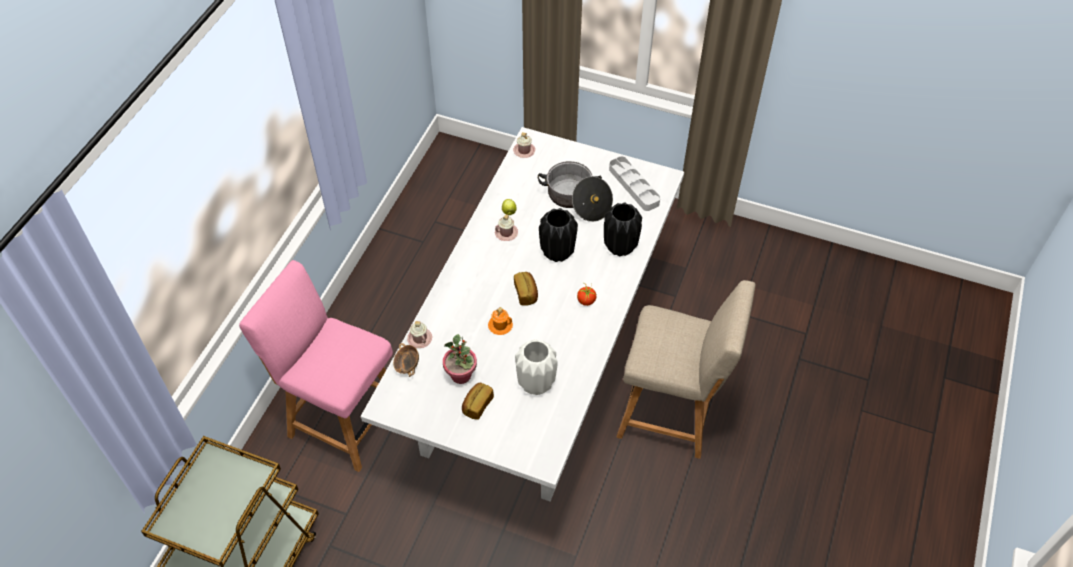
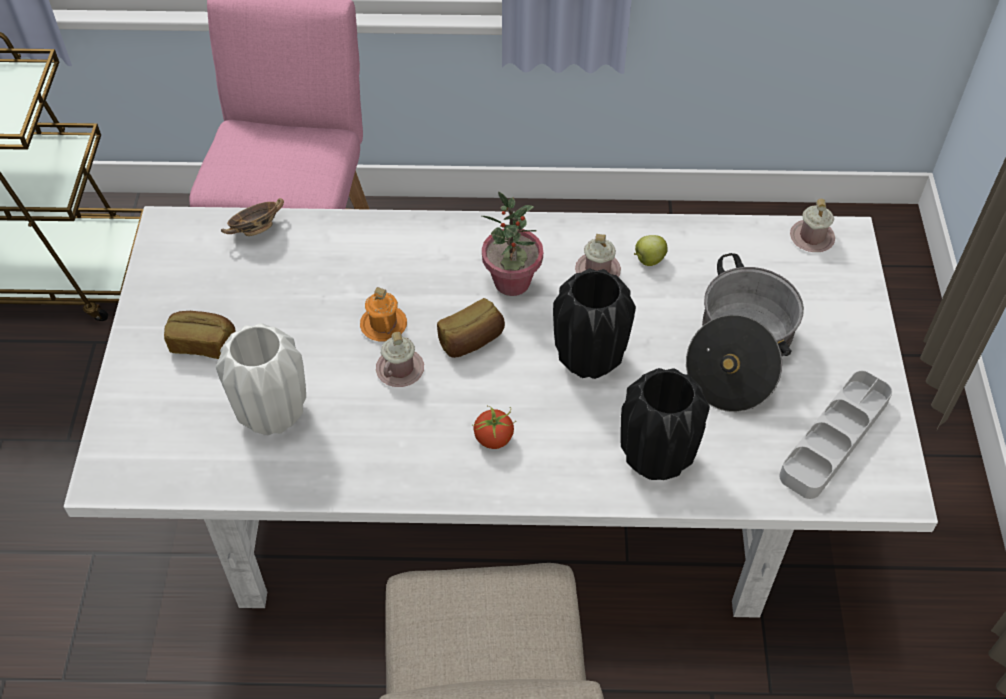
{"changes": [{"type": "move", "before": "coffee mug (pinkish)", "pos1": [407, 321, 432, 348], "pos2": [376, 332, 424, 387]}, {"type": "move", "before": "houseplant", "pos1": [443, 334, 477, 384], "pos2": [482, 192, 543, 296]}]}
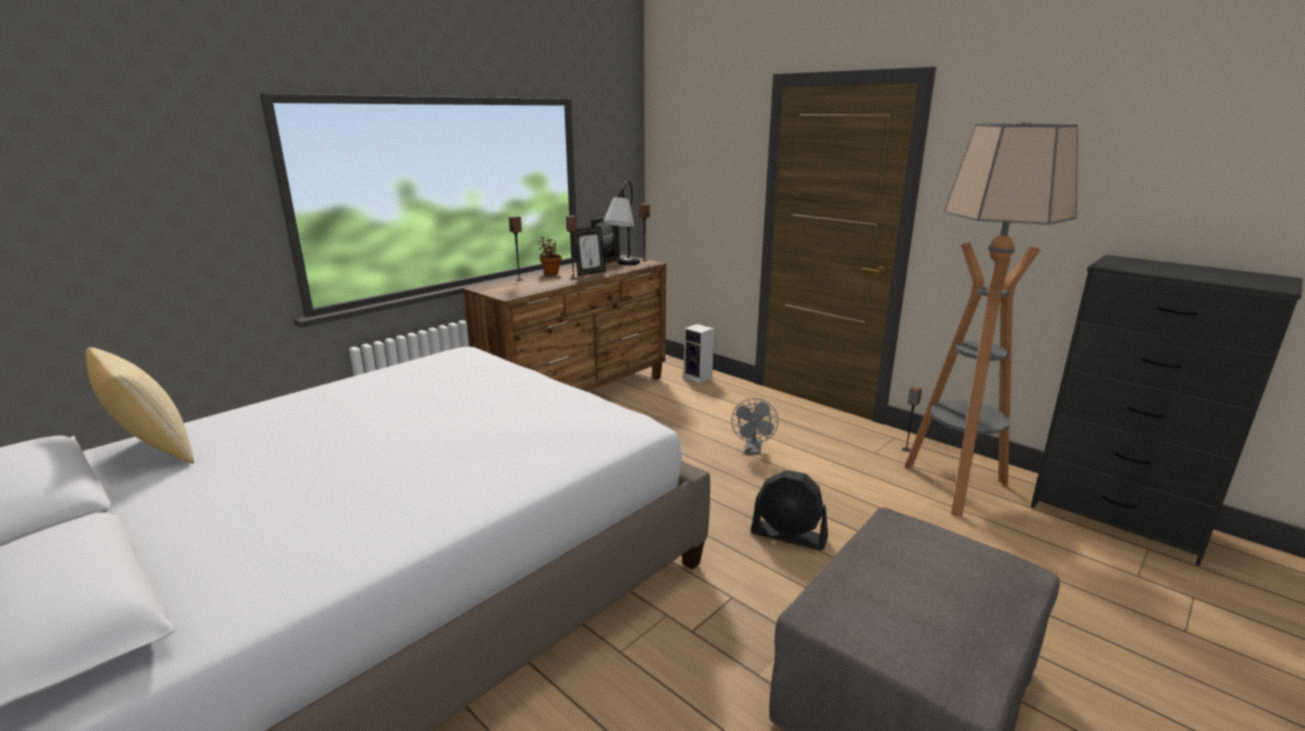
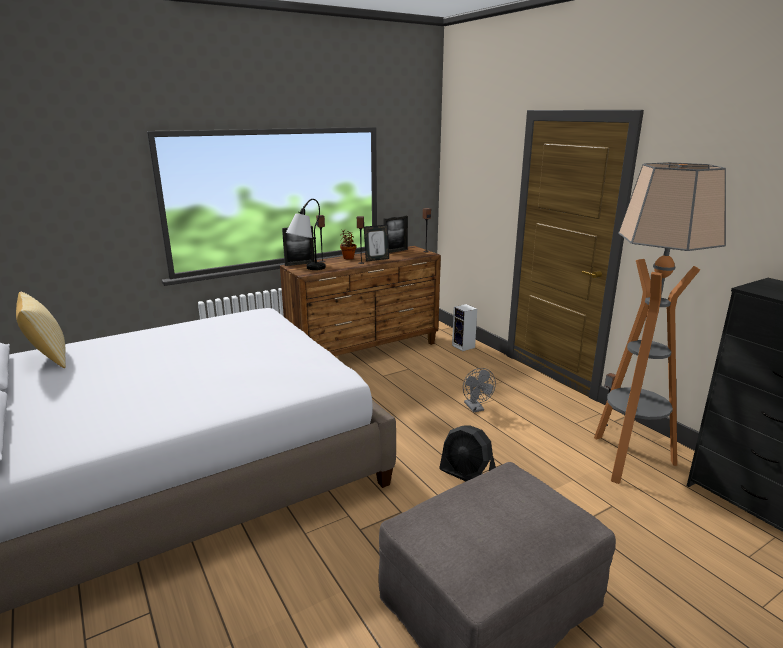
{"changes": [{"type": "move", "before": "table lamp", "pos1": [603, 180, 640, 265], "pos2": [286, 199, 326, 270]}, {"type": "rotate", "before": "fan (grey)", "pos1": [731, 398, 778, 455], "pos2": [463, 368, 496, 412], "turn": -45}, {"type": "insert", "after": "picture frame", "pos2": [282, 226, 315, 266]}]}
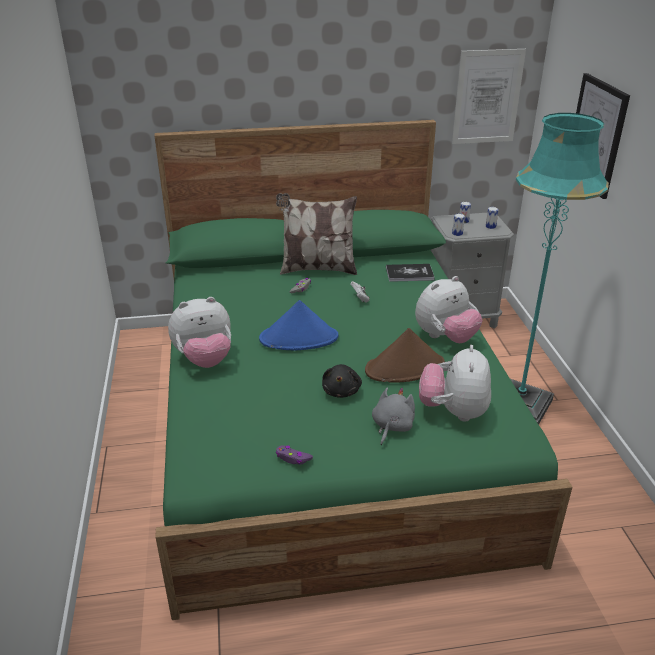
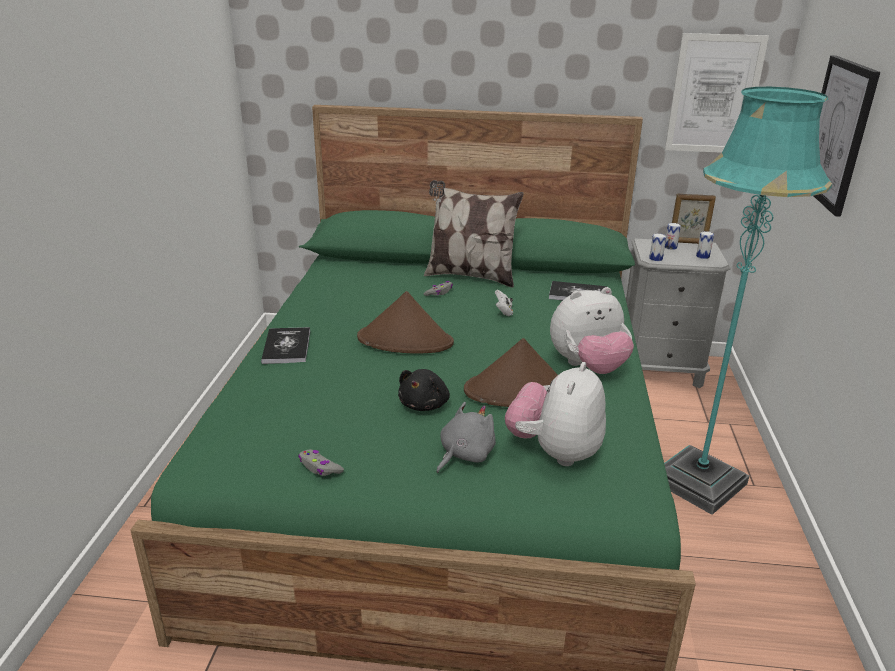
{"changes": [{"type": "replace", "before": "plush toy", "after": "book", "pos1": [168, 297, 231, 368], "pos2": [261, 327, 310, 364]}, {"type": "recolor", "before": "clothing hat (blue-coloured)", "after": "clothing hat (brown)", "pos1": [259, 300, 339, 350], "pos2": [357, 291, 454, 354]}, {"type": "recolor", "before": "game controller (purplish)", "after": "game controller (grey)", "pos1": [276, 445, 313, 465], "pos2": [298, 449, 344, 476]}, {"type": "insert", "after": "picture frame", "pos2": [672, 194, 716, 244]}]}
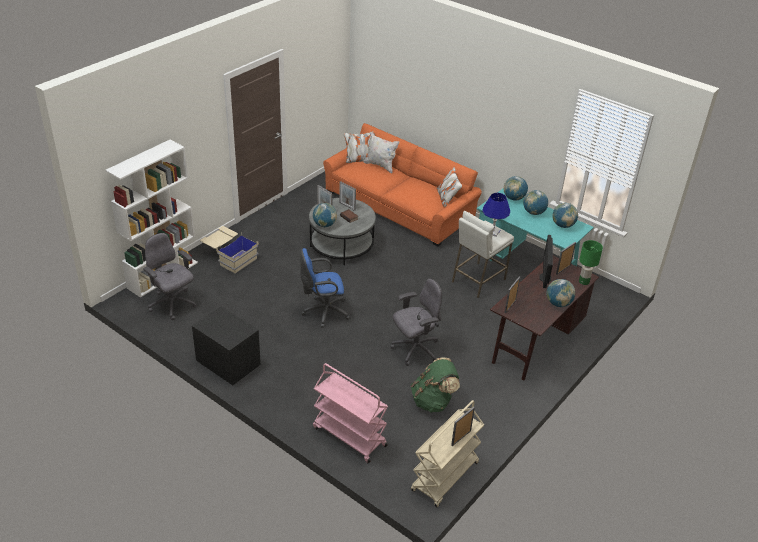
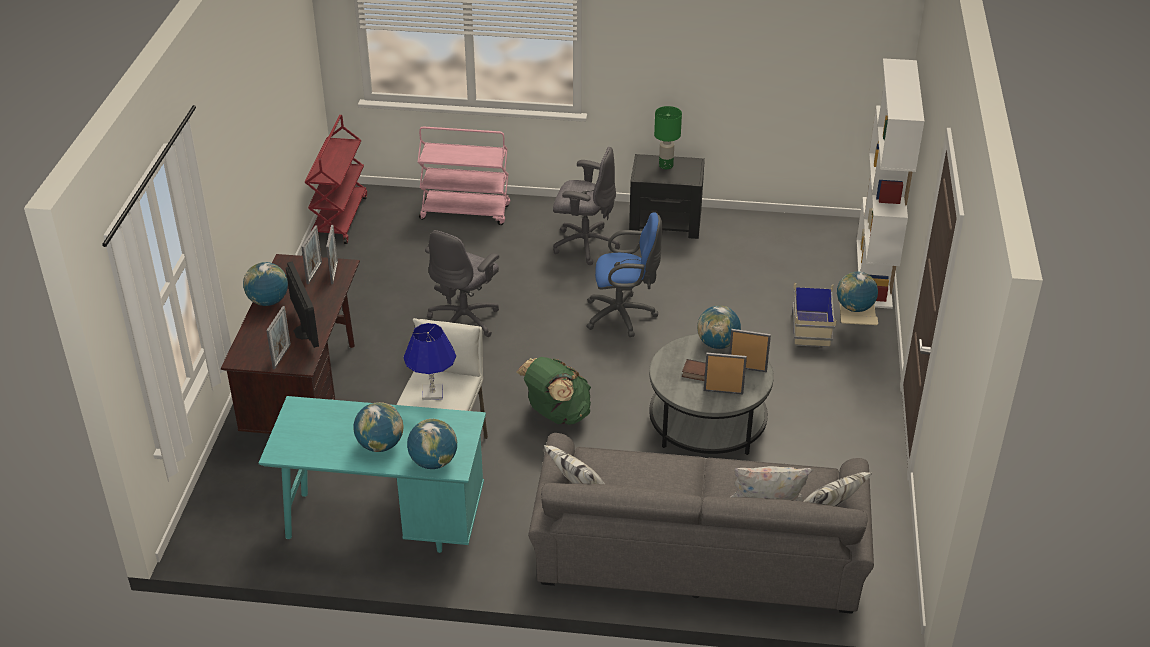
{"changes": [{"type": "recolor", "before": "sofa (orangey)", "after": "sofa (grey)", "pos1": [323, 123, 482, 246], "pos2": [528, 433, 874, 614]}, {"type": "move", "before": "world globe", "pos1": [552, 203, 578, 228], "pos2": [837, 272, 878, 312]}, {"type": "move", "before": "computer chair (grey)", "pos1": [143, 233, 197, 320], "pos2": [553, 147, 620, 265]}, {"type": "move", "before": "table lamp (greenish)", "pos1": [579, 240, 603, 285], "pos2": [654, 106, 682, 169]}, {"type": "rotate", "before": "computer chair (blue-coloured)", "pos1": [300, 248, 350, 328], "pos2": [586, 212, 663, 337], "turn": 45}, {"type": "move", "before": "knapsack (greenish)", "pos1": [411, 357, 460, 412], "pos2": [517, 357, 591, 425]}, {"type": "recolor", "before": "cart (beige-coloured)", "after": "cart (reddish)", "pos1": [411, 400, 484, 507], "pos2": [305, 115, 367, 244]}, {"type": "move", "before": "picture frame", "pos1": [451, 407, 475, 446], "pos2": [301, 225, 322, 284]}]}
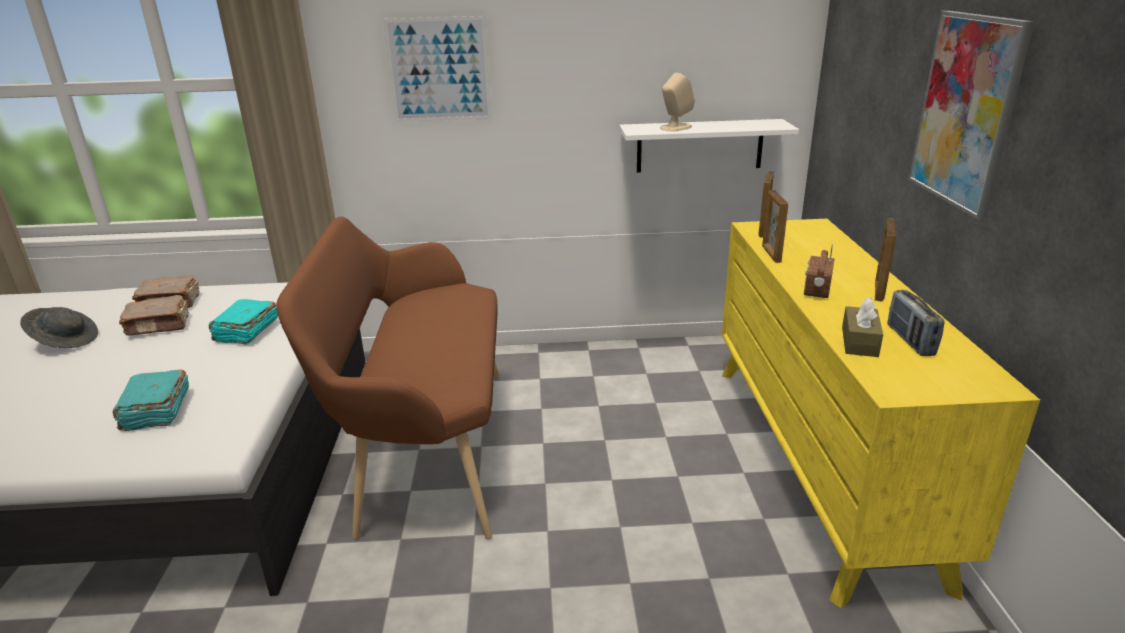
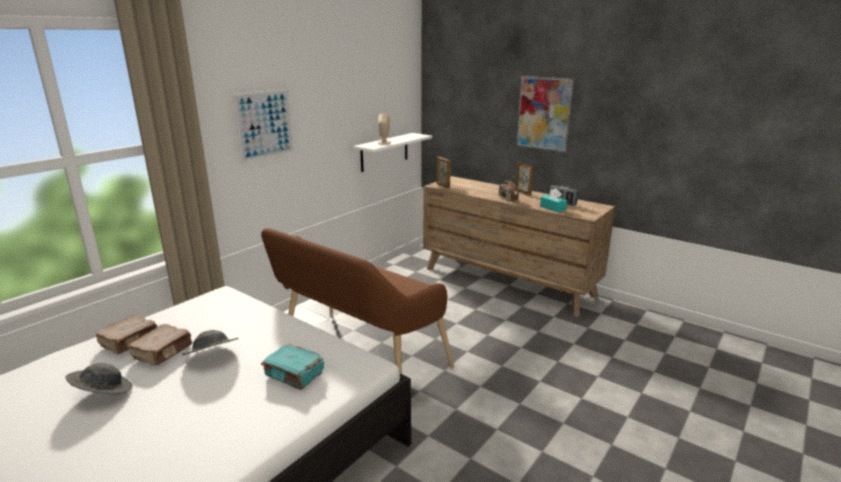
{"changes": [{"type": "delete", "before": "picture frame", "pos1": [762, 190, 788, 263]}, {"type": "recolor", "before": "dresser (yellowish)", "after": "dresser (brown)", "pos1": [722, 219, 1040, 608], "pos2": [423, 176, 615, 317]}, {"type": "recolor", "before": "box of tissues (brown)", "after": "box of tissues (turquoise)", "pos1": [842, 297, 883, 357], "pos2": [540, 188, 567, 212]}, {"type": "delete", "before": "book (turquoise)", "pos1": [209, 299, 278, 345]}, {"type": "insert", "after": "clothing hat (grey)", "pos2": [182, 330, 239, 355]}]}
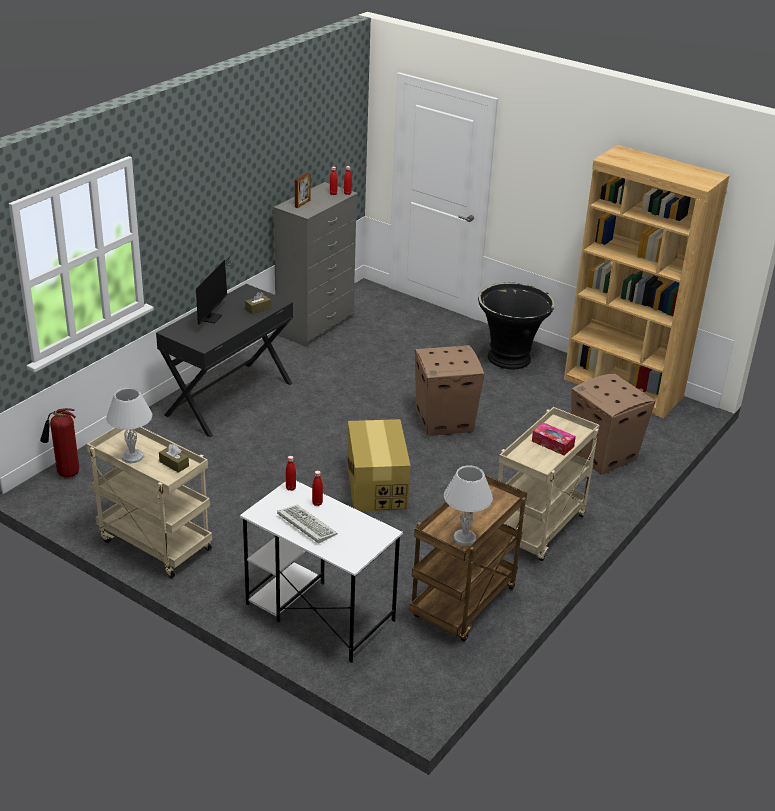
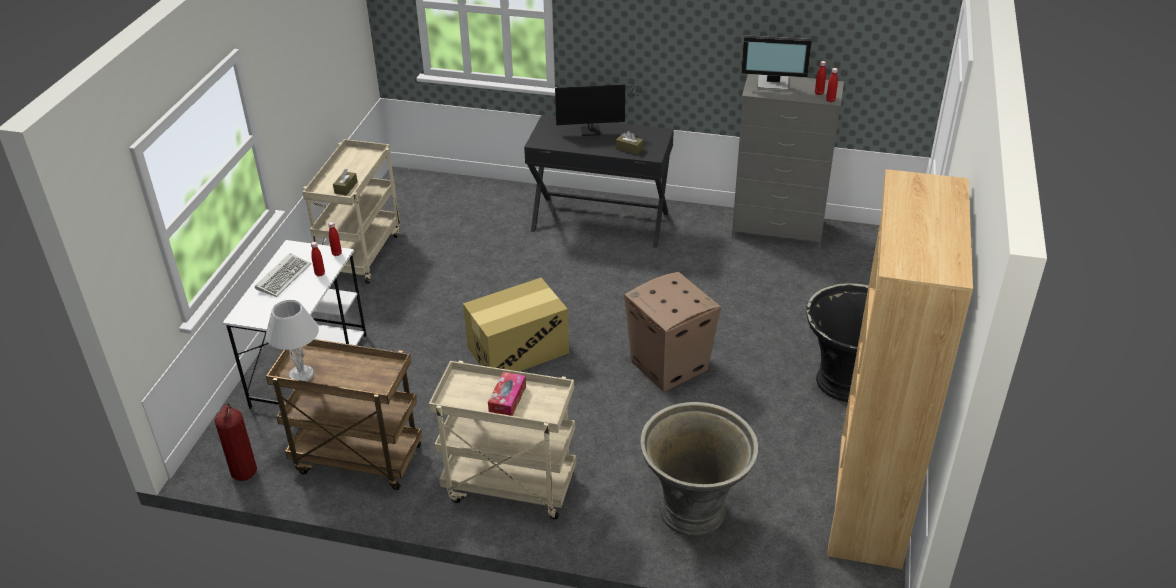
{"changes": [{"type": "replace", "before": "picture frame", "after": "computer display", "pos1": [295, 173, 310, 208], "pos2": [741, 36, 812, 91]}, {"type": "replace", "before": "packing box", "after": "flower pot (grey)", "pos1": [571, 373, 656, 475], "pos2": [640, 402, 758, 537]}, {"type": "delete", "before": "table lamp (white)", "pos1": [106, 387, 152, 463]}, {"type": "move", "before": "extinguisher", "pos1": [40, 408, 79, 477], "pos2": [215, 403, 257, 481]}]}
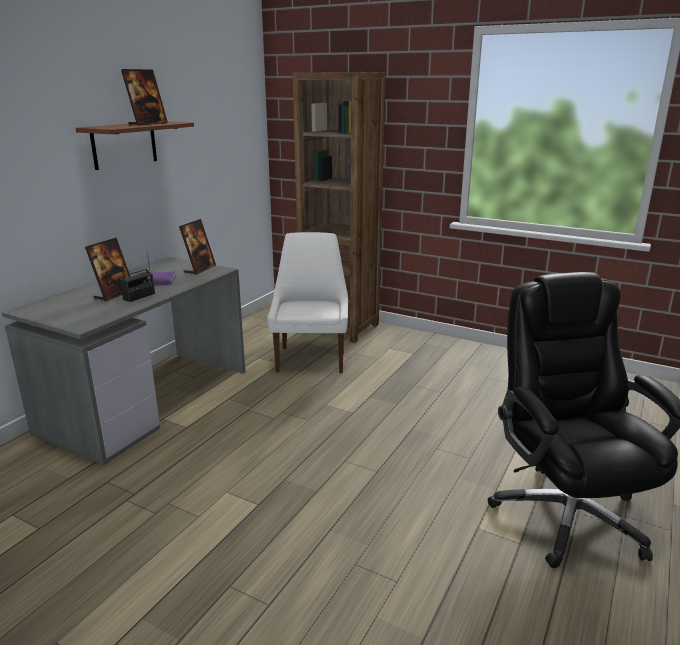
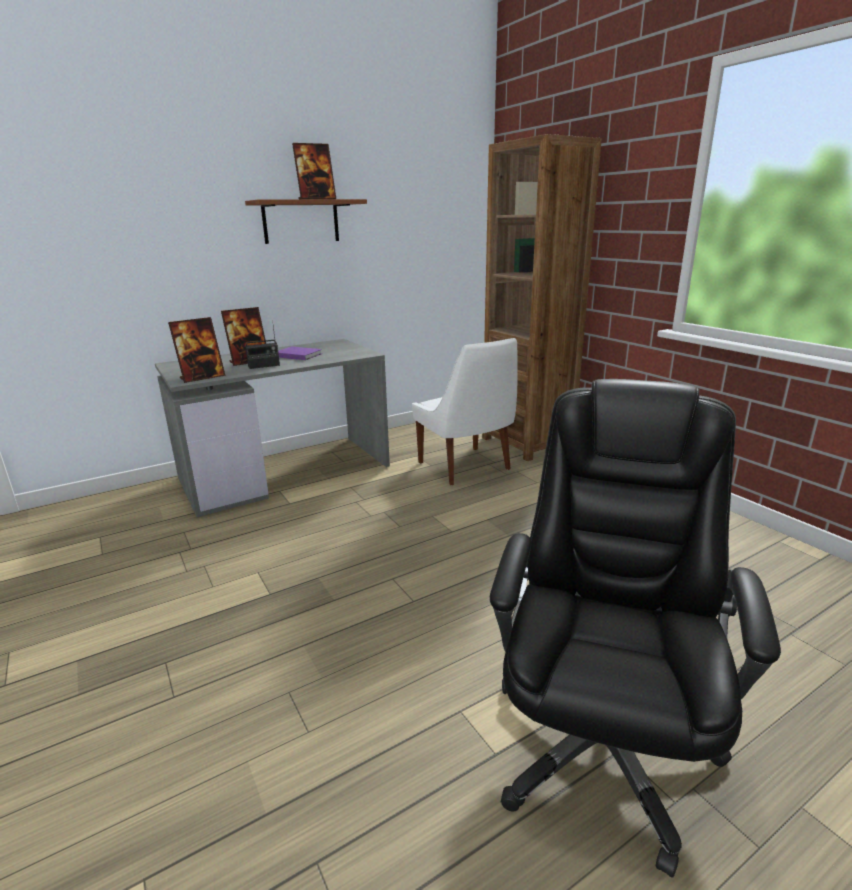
{"changes": [{"type": "move", "before": "picture frame", "pos1": [179, 219, 216, 275], "pos2": [168, 317, 226, 383]}, {"type": "rotate", "before": "upright chair (white)", "pos1": [267, 232, 348, 373], "pos2": [412, 338, 518, 485], "turn": 120}]}
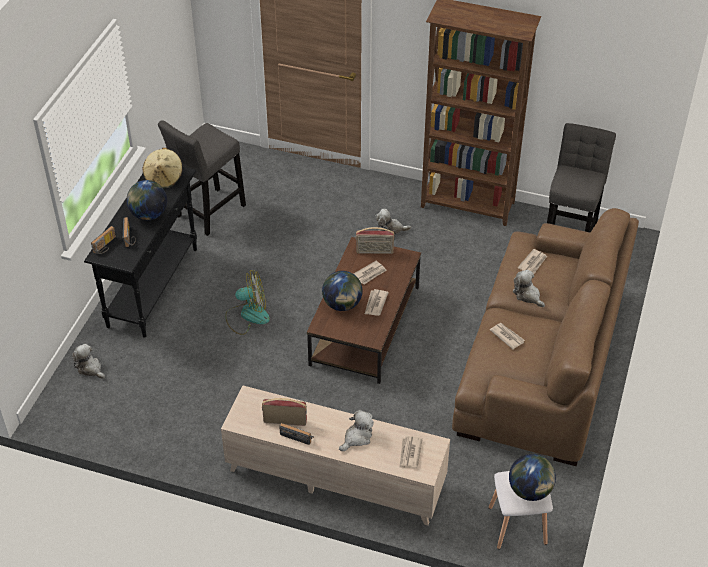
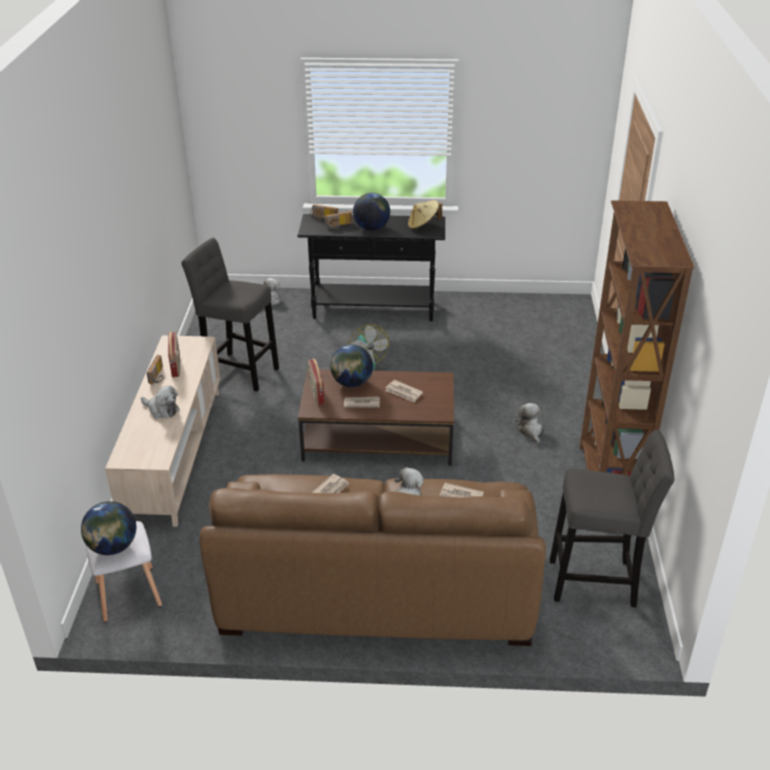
{"changes": [{"type": "move", "before": "sitting stool (grey)", "pos1": [158, 120, 246, 236], "pos2": [181, 238, 279, 391]}, {"type": "move", "before": "radio set", "pos1": [356, 227, 395, 254], "pos2": [308, 359, 325, 405]}, {"type": "delete", "before": "printed paper", "pos1": [399, 436, 423, 469]}]}
